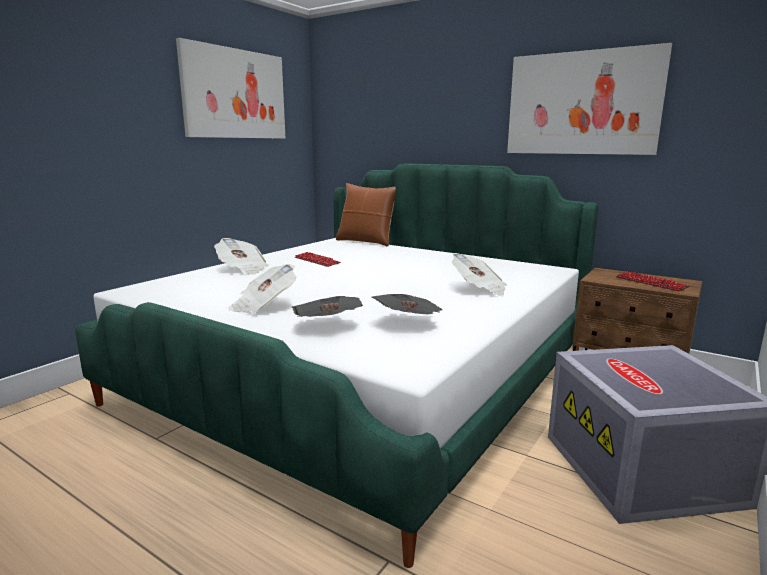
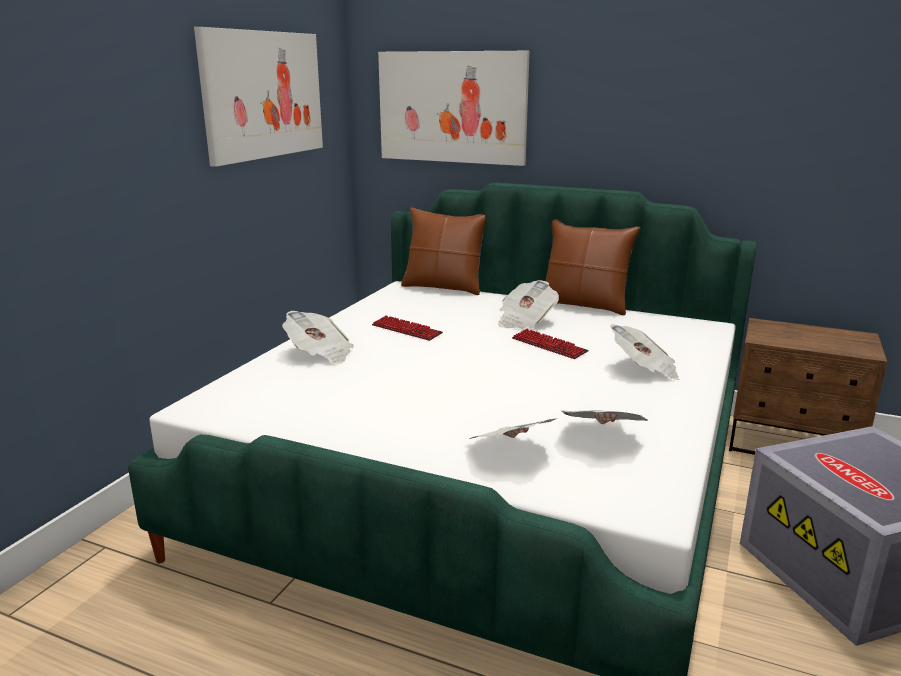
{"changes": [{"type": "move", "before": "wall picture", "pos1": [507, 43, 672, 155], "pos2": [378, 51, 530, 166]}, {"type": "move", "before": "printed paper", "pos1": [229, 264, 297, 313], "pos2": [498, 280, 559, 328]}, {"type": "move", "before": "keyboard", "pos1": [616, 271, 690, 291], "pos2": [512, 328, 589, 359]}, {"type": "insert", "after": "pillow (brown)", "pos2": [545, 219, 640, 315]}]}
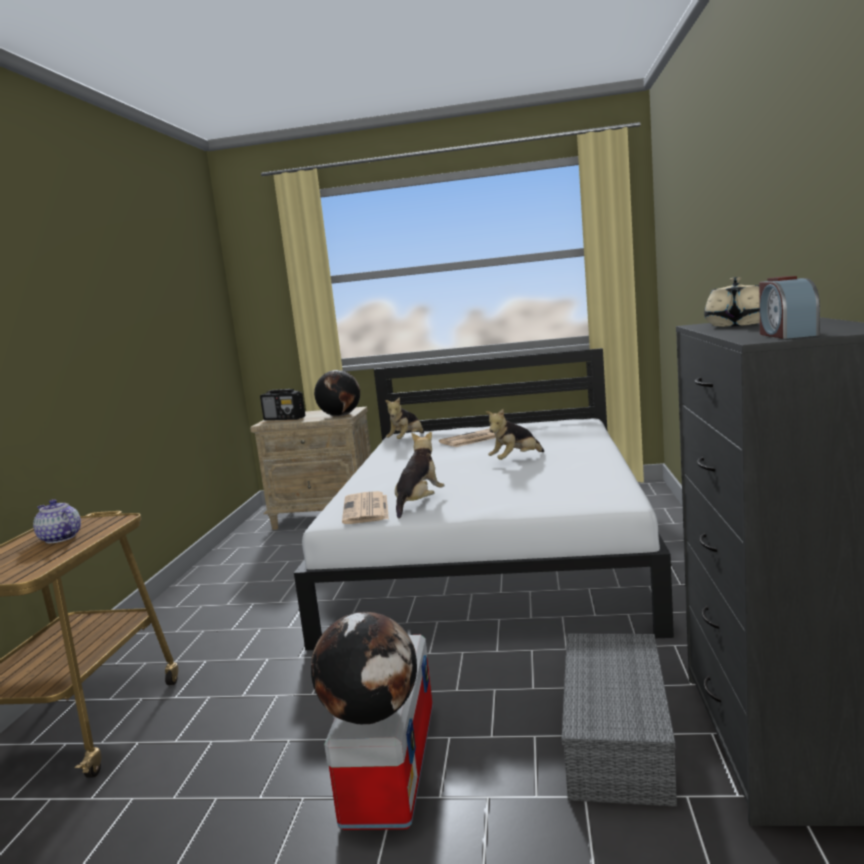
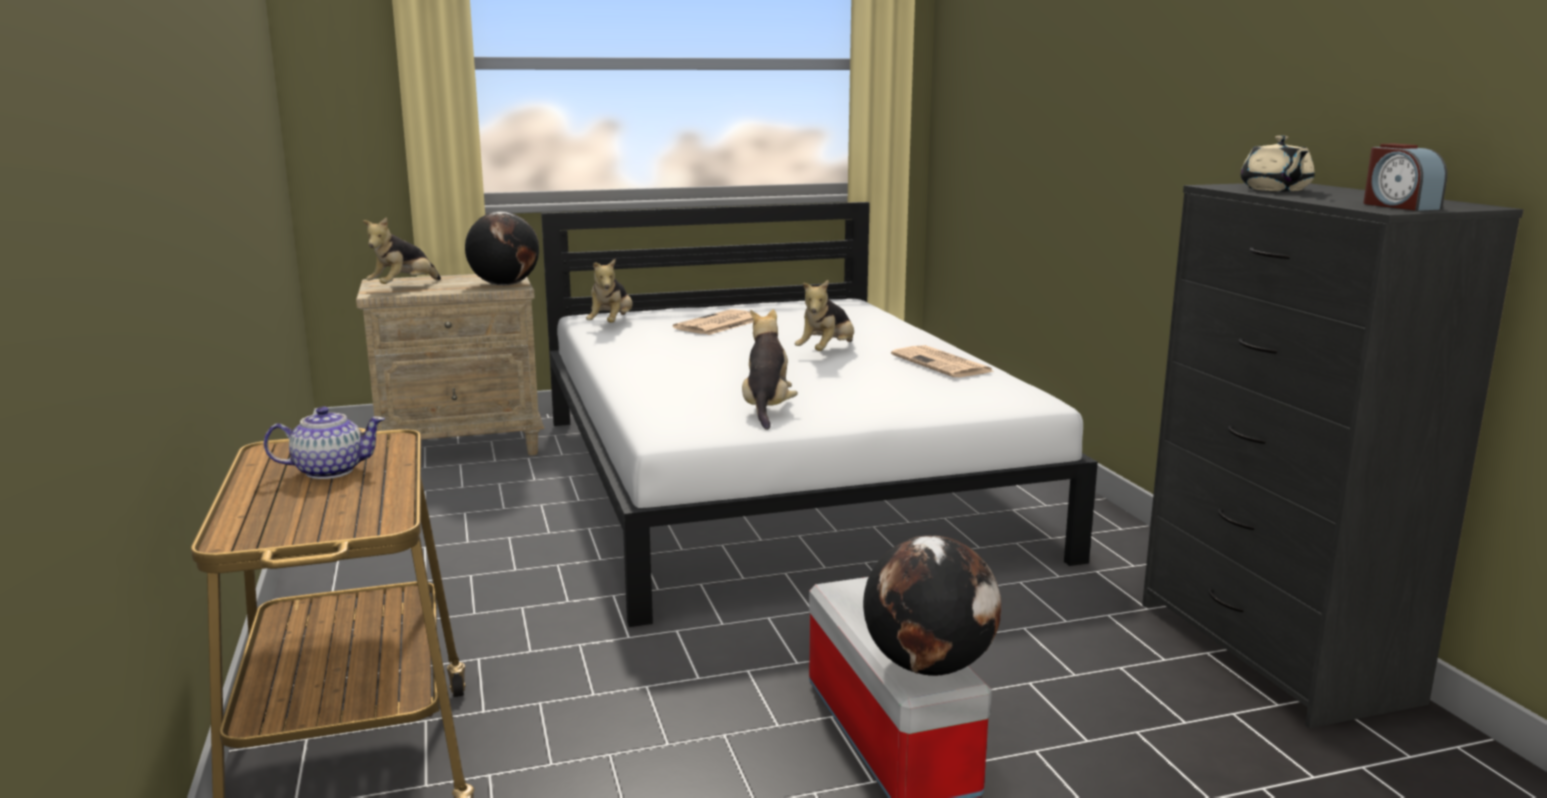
{"changes": [{"type": "replace", "before": "radio set", "after": "plush toy", "pos1": [260, 389, 305, 420], "pos2": [363, 217, 441, 284]}, {"type": "move", "before": "printed paper", "pos1": [342, 491, 389, 524], "pos2": [891, 345, 995, 377]}, {"type": "rotate", "before": "pot for tea", "pos1": [33, 499, 81, 543], "pos2": [264, 406, 385, 479], "turn": 150}, {"type": "delete", "before": "storage box (grey)", "pos1": [562, 633, 677, 807]}]}
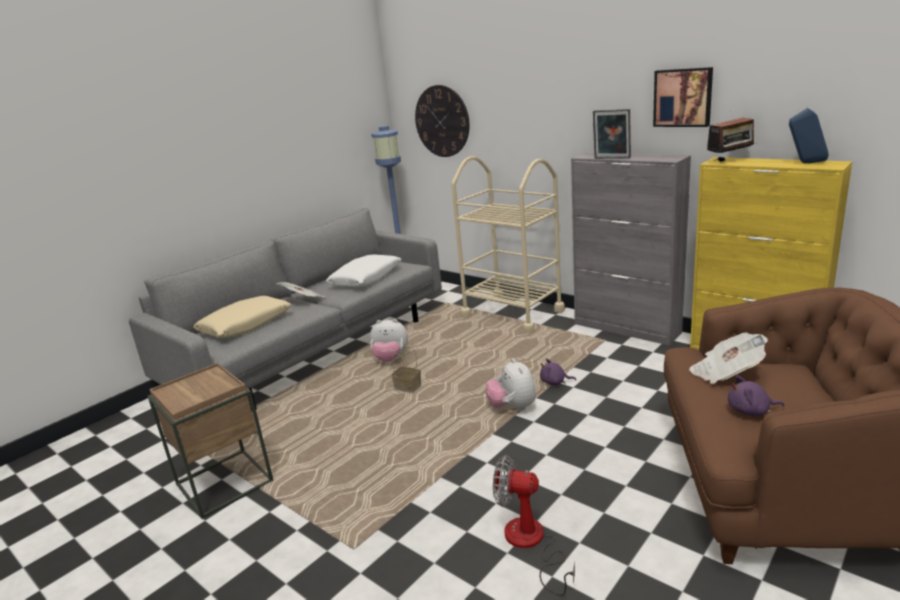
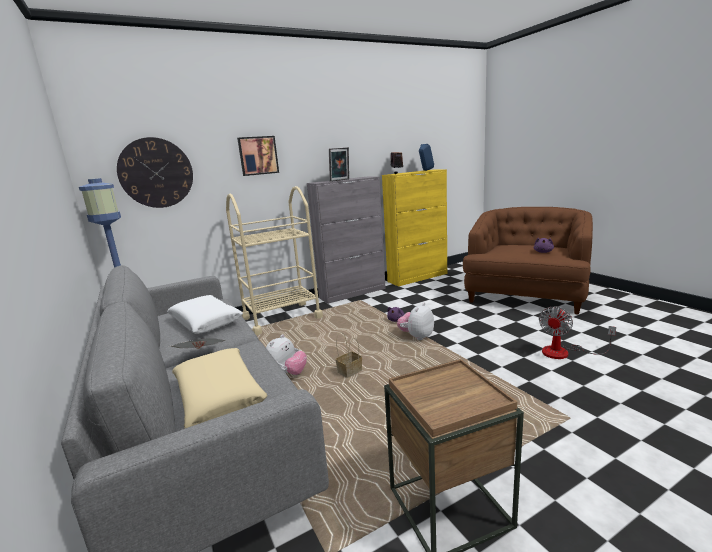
{"changes": [{"type": "move", "before": "wall picture", "pos1": [653, 67, 713, 127], "pos2": [237, 136, 279, 176]}, {"type": "delete", "before": "printed paper", "pos1": [689, 332, 768, 384]}, {"type": "rotate", "before": "plush toy", "pos1": [486, 359, 536, 411], "pos2": [397, 303, 434, 340], "turn": 120}]}
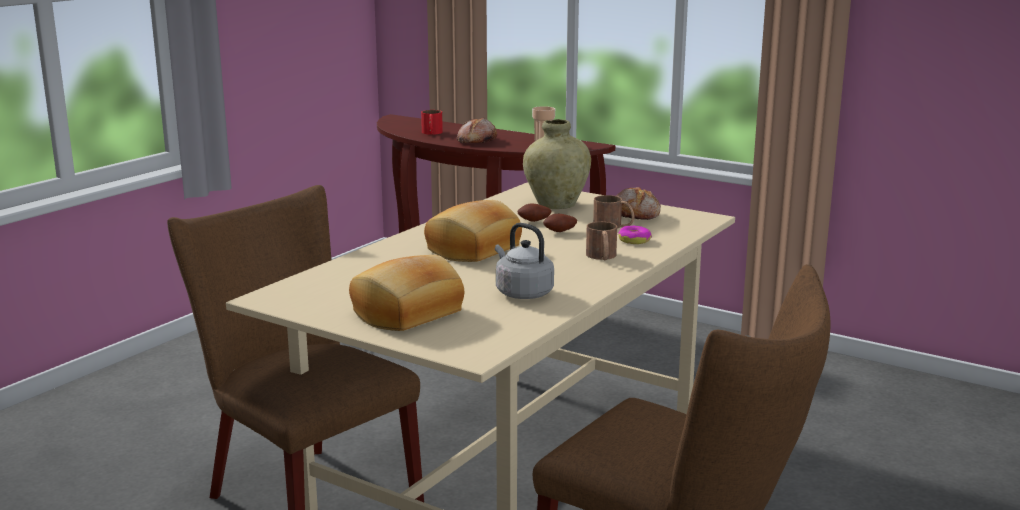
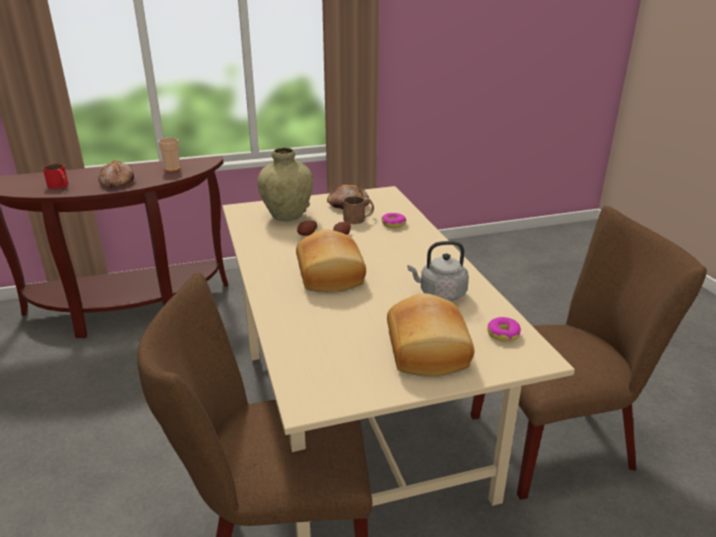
{"changes": [{"type": "delete", "before": "coffee mug (brown)", "pos1": [586, 222, 617, 260]}, {"type": "insert", "after": "ring doughnut", "pos2": [487, 317, 521, 342]}]}
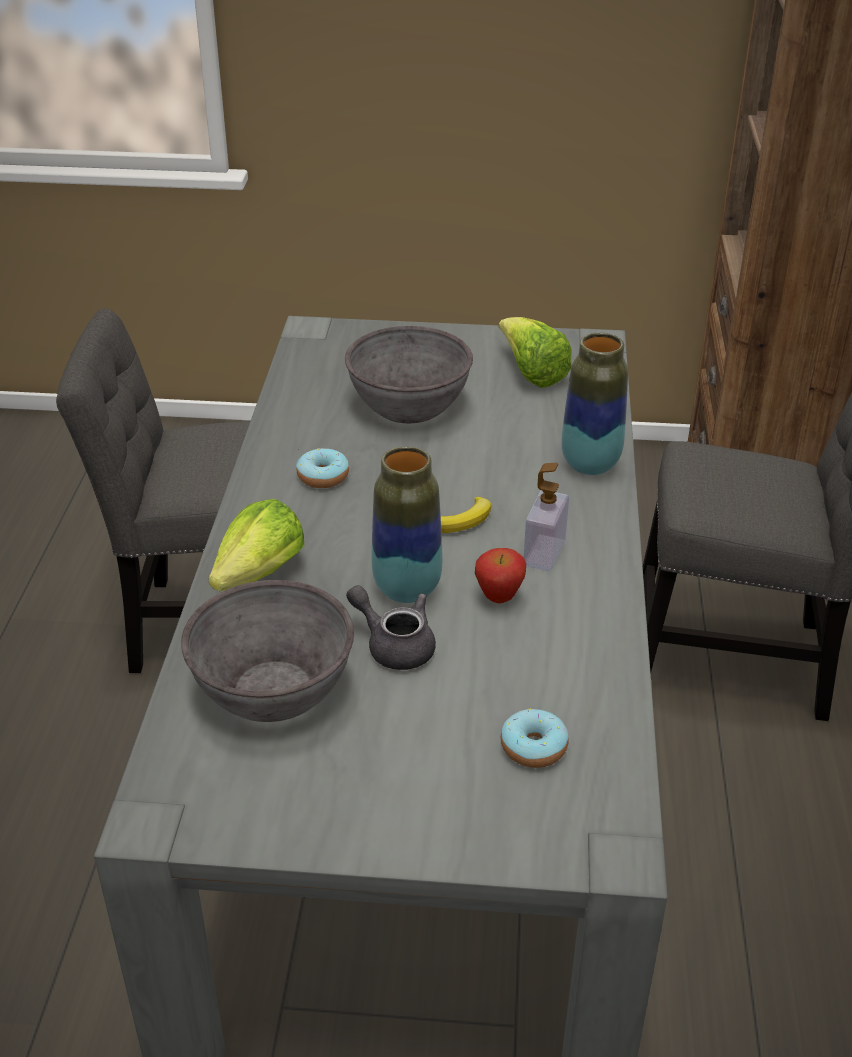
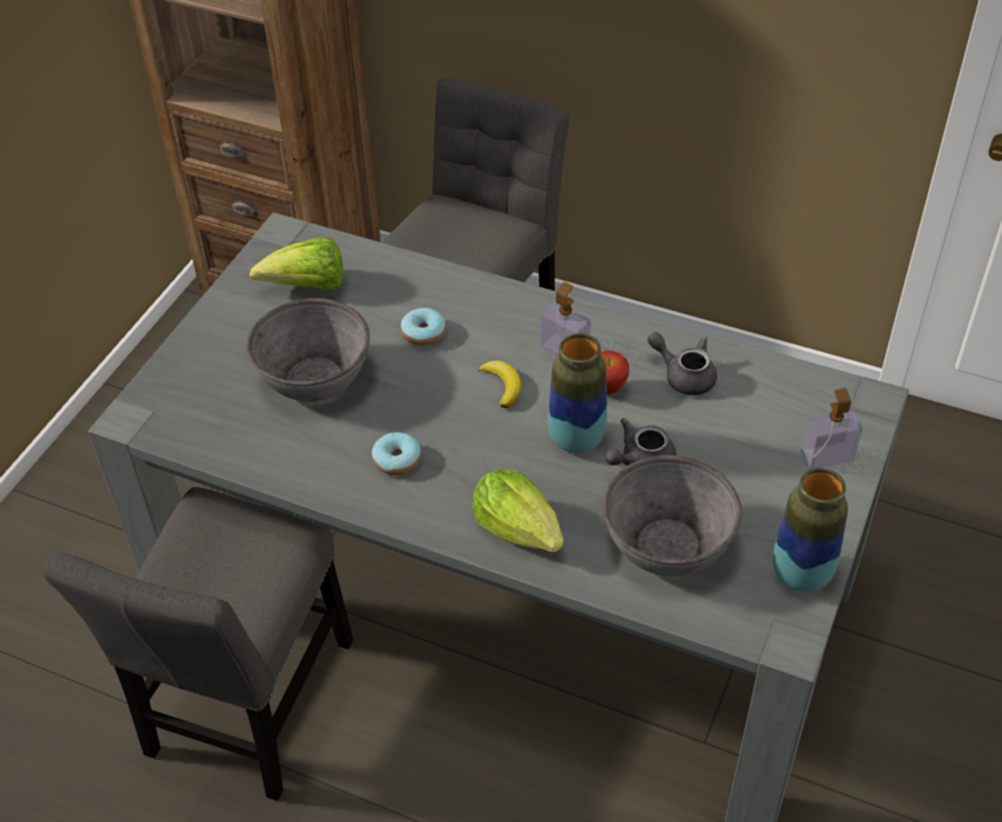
{"changes": [{"type": "move", "before": "flower vase", "pos1": [561, 333, 628, 475], "pos2": [773, 468, 848, 592]}, {"type": "move", "before": "ring doughnut", "pos1": [501, 708, 569, 768], "pos2": [401, 308, 446, 346]}, {"type": "insert", "after": "pot for tea (grey)", "pos2": [648, 332, 717, 395]}, {"type": "insert", "after": "soap dispenser", "pos2": [801, 388, 862, 469]}]}
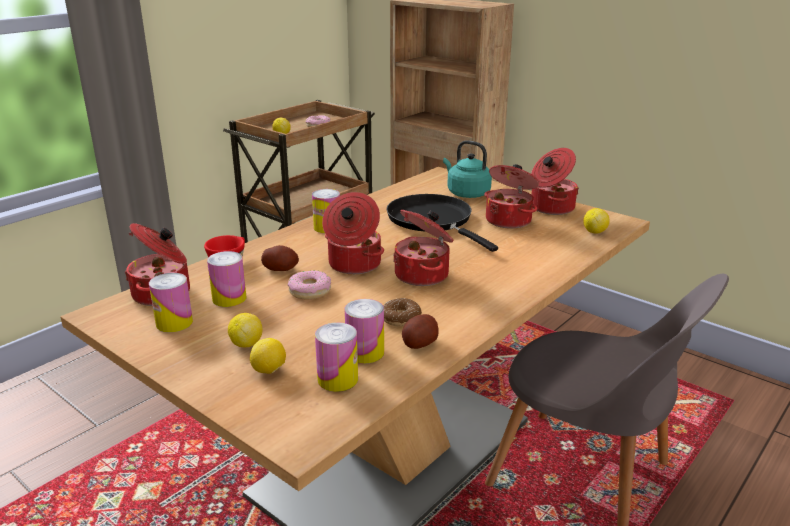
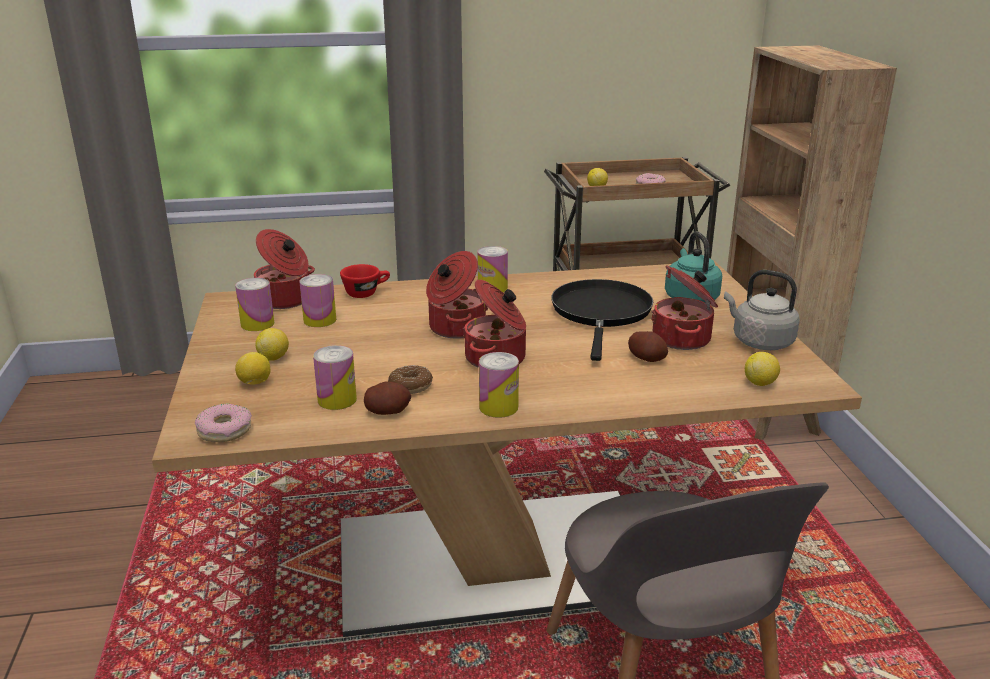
{"changes": [{"type": "replace", "before": "cooking pot", "after": "water kettle (grey)", "pos1": [531, 148, 579, 215], "pos2": [724, 270, 800, 350]}, {"type": "move", "before": "whole potato", "pos1": [261, 245, 299, 271], "pos2": [628, 331, 668, 362]}, {"type": "move", "before": "ring doughnut", "pos1": [288, 270, 331, 300], "pos2": [195, 404, 252, 442]}, {"type": "move", "before": "sealed can", "pos1": [315, 322, 358, 392], "pos2": [479, 352, 519, 418]}]}
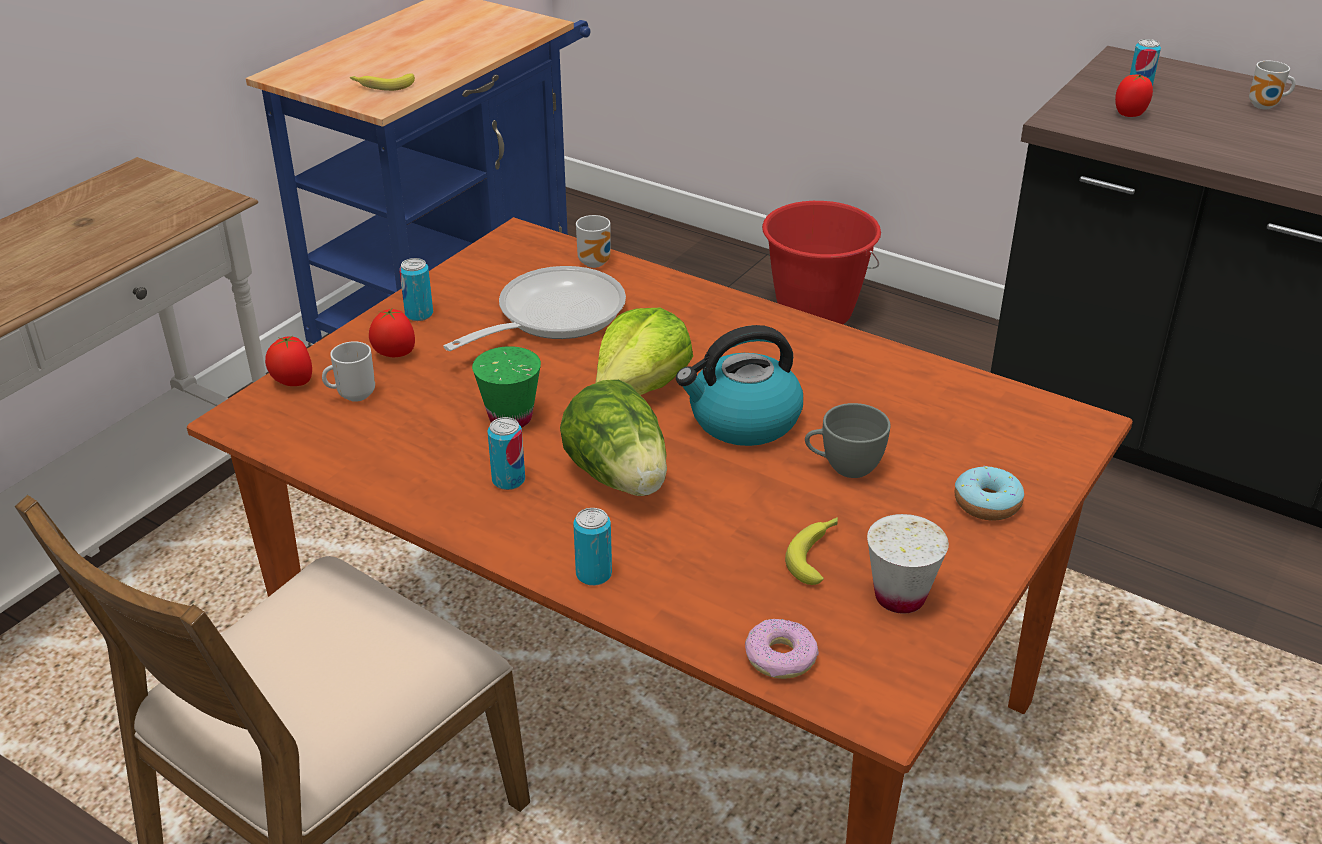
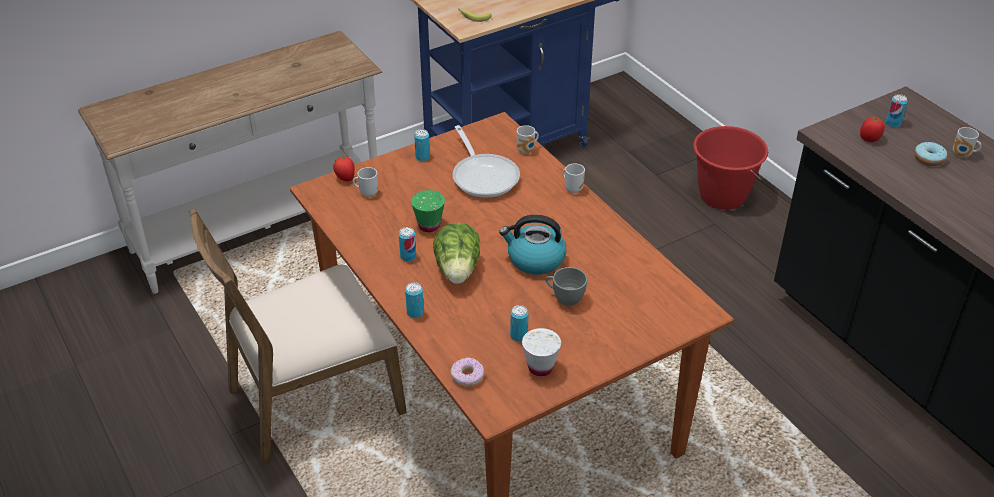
{"changes": [{"type": "rotate", "before": "skillet", "pos1": [443, 266, 626, 351], "pos2": [452, 125, 520, 198], "turn": 90}, {"type": "delete", "before": "head of lettuce", "pos1": [595, 308, 693, 395]}, {"type": "delete", "before": "tomato", "pos1": [369, 309, 415, 357]}, {"type": "move", "before": "ring doughnut", "pos1": [955, 466, 1024, 521], "pos2": [914, 142, 947, 166]}, {"type": "replace", "before": "whole banana", "after": "sealed can", "pos1": [785, 517, 838, 585], "pos2": [510, 305, 528, 342]}, {"type": "insert", "after": "coffee mug", "pos2": [562, 163, 585, 193]}]}
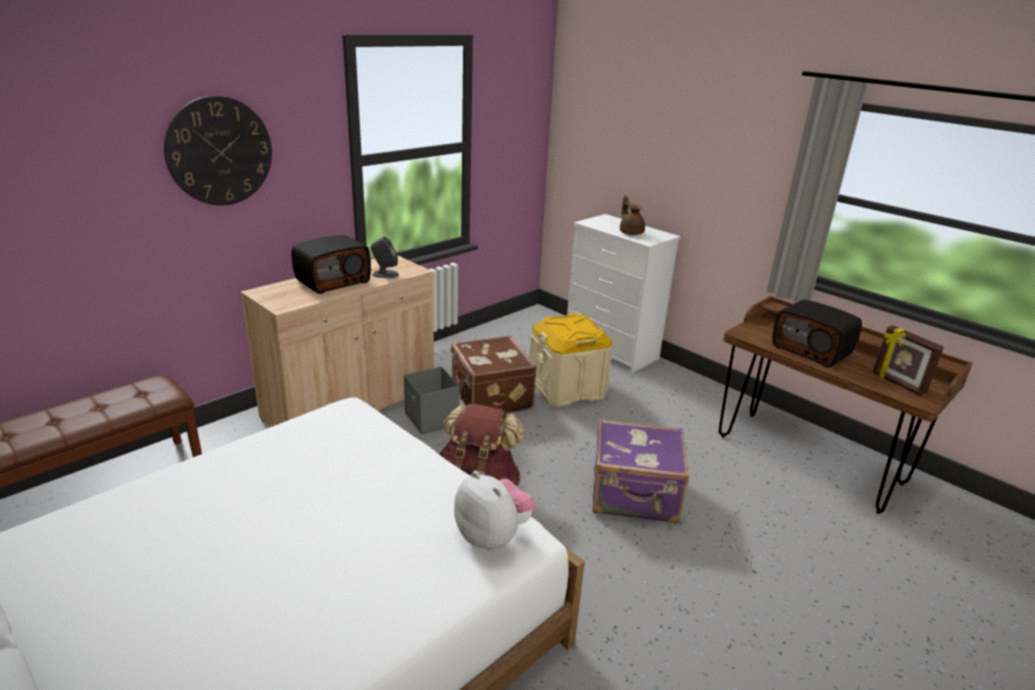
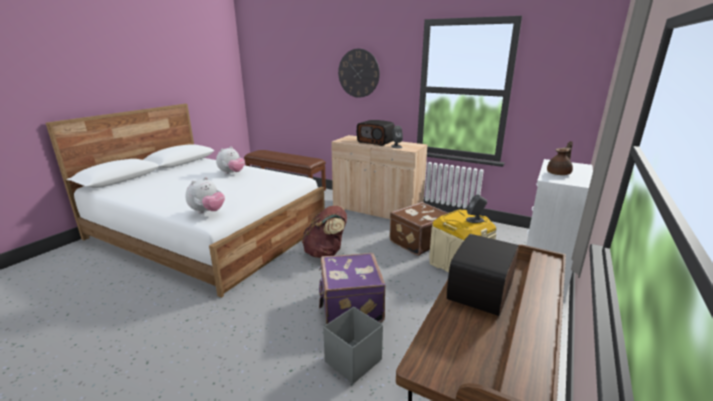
{"changes": [{"type": "delete", "before": "picture frame", "pos1": [873, 325, 944, 396]}, {"type": "move", "before": "storage box (grey)", "pos1": [404, 367, 460, 434], "pos2": [323, 307, 383, 384]}, {"type": "insert", "after": "plush toy", "pos2": [216, 146, 245, 174]}, {"type": "insert", "after": "loudspeaker (grey)", "pos2": [466, 194, 487, 223]}]}
